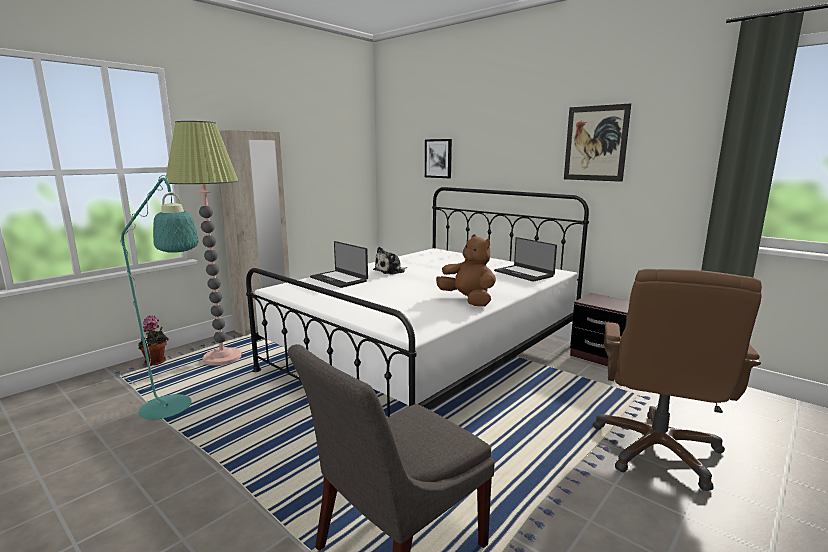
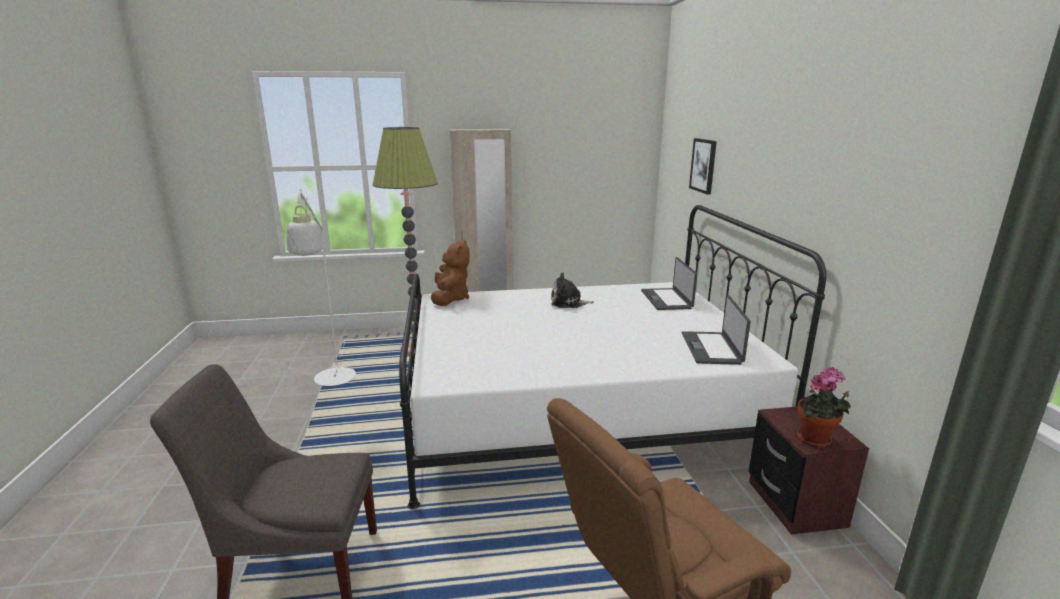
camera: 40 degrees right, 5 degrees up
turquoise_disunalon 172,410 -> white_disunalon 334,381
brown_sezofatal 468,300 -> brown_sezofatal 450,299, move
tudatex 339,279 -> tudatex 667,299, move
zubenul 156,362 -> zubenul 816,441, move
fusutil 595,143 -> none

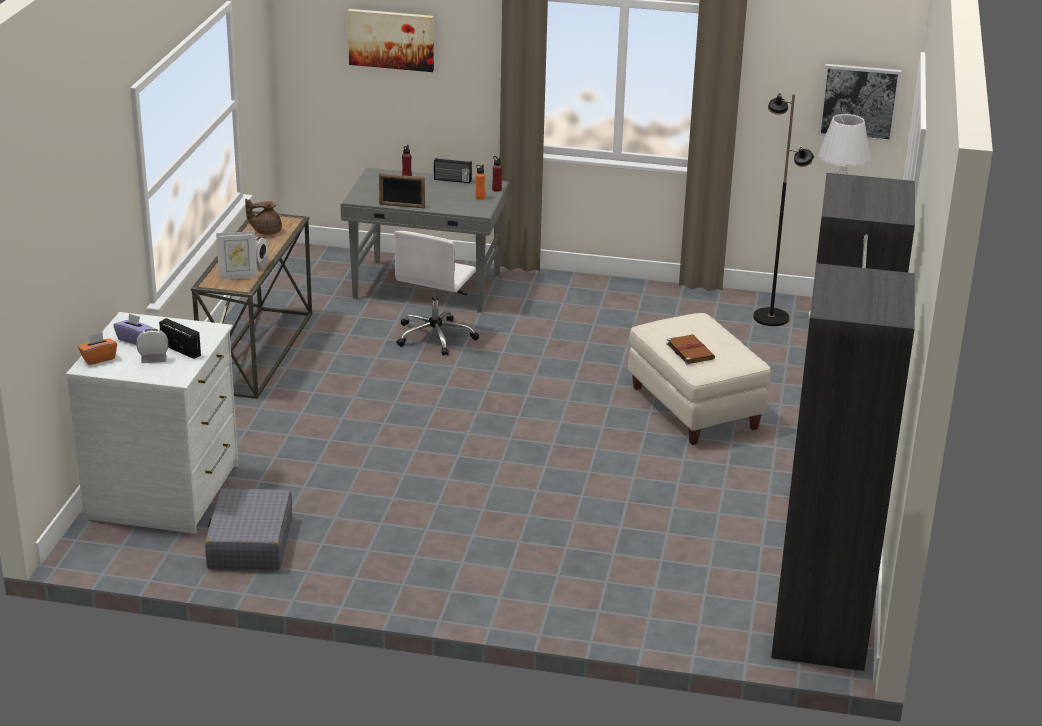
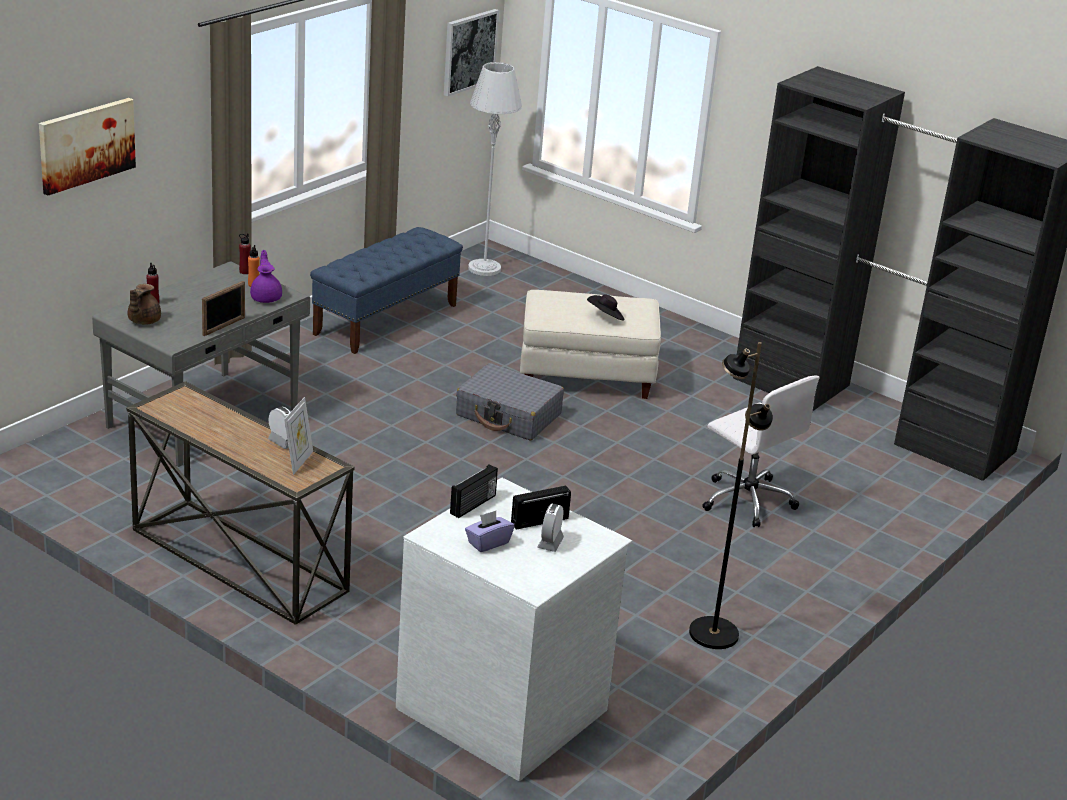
camera: 65 degrees left, 0 degrees up
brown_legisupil 266,231 -> brown_legisupil 143,321, move
none -> purple_legisupil 266,297
none -> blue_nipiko 386,319
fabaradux 452,180 -> fabaradux 474,505, move
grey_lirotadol 250,543 -> grey_lirotadol 508,415, move
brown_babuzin 689,351 -> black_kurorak 605,317
black_disunalon 771,317 -> black_disunalon 712,633, move
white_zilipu 436,336 -> white_zilipu 747,500, move
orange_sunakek 98,358 -> none

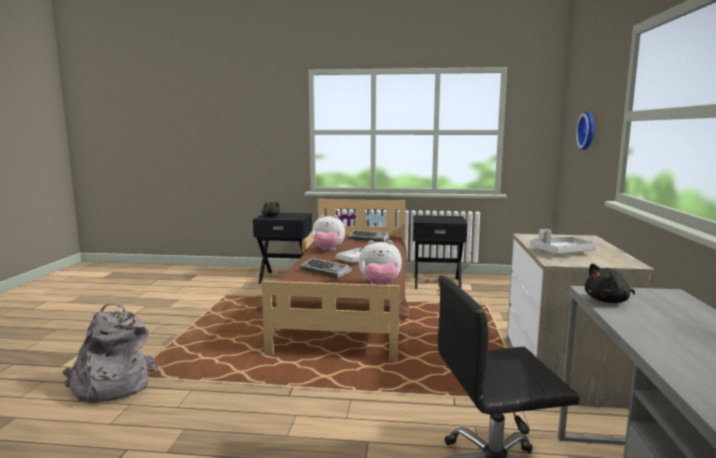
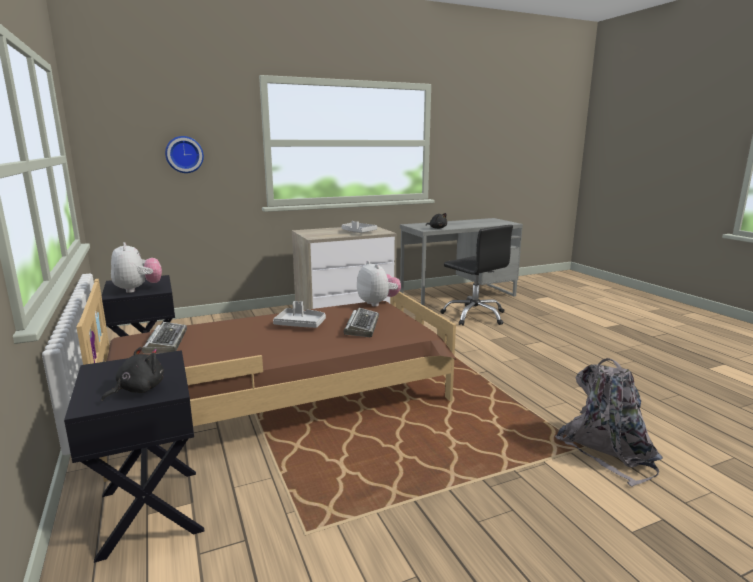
camera: 120 degrees left, 5 degrees up
sezofatal 328,250 -> sezofatal 138,289, move

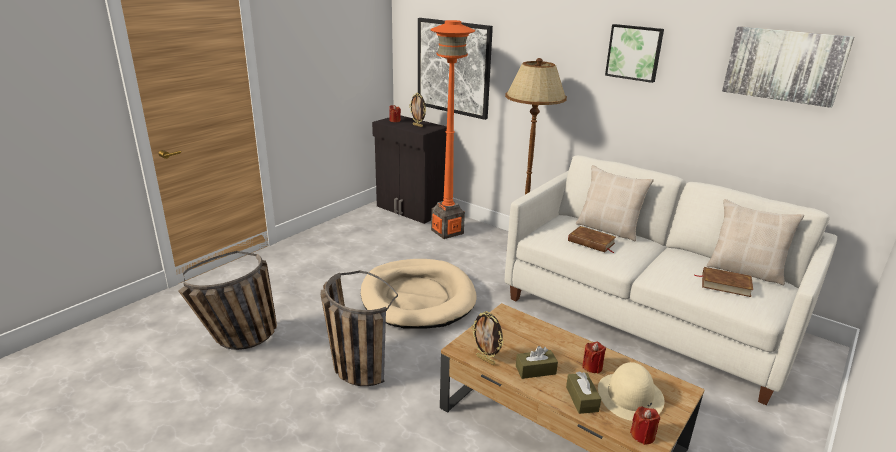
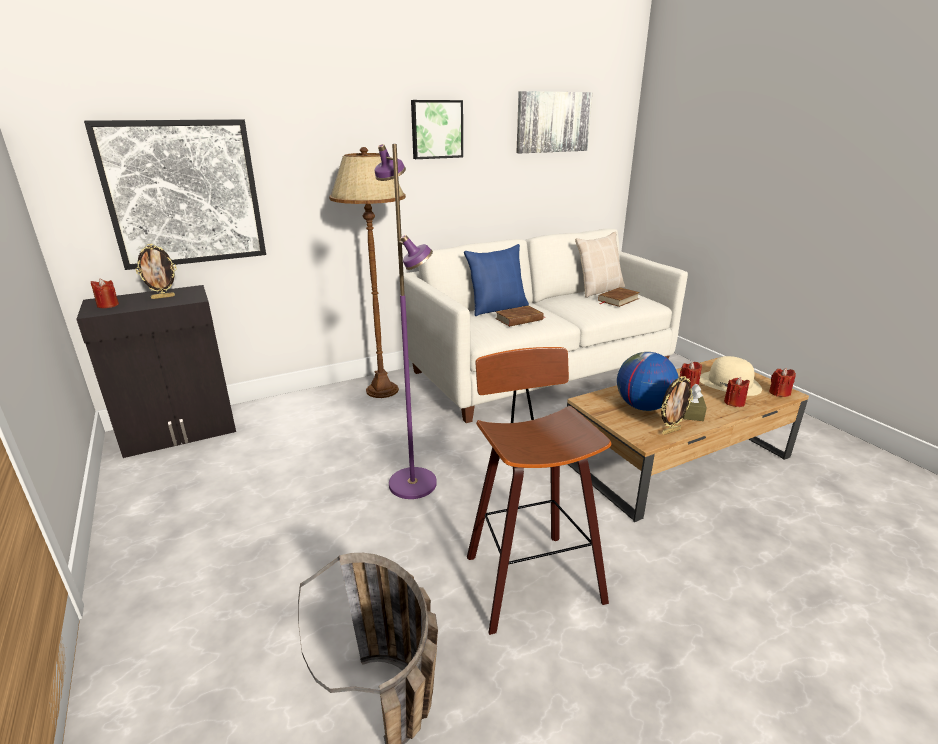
camera: 65 degrees left, 0 degrees up
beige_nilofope 417,297 -> purple_disunalon 413,483
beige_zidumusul 608,229 -> blue_zidumusul 497,308
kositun 352,364 -> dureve 528,576
none -> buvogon 642,407
brown_sunakek 582,399 -> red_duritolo 734,403
orange_disunalon 447,231 -> none

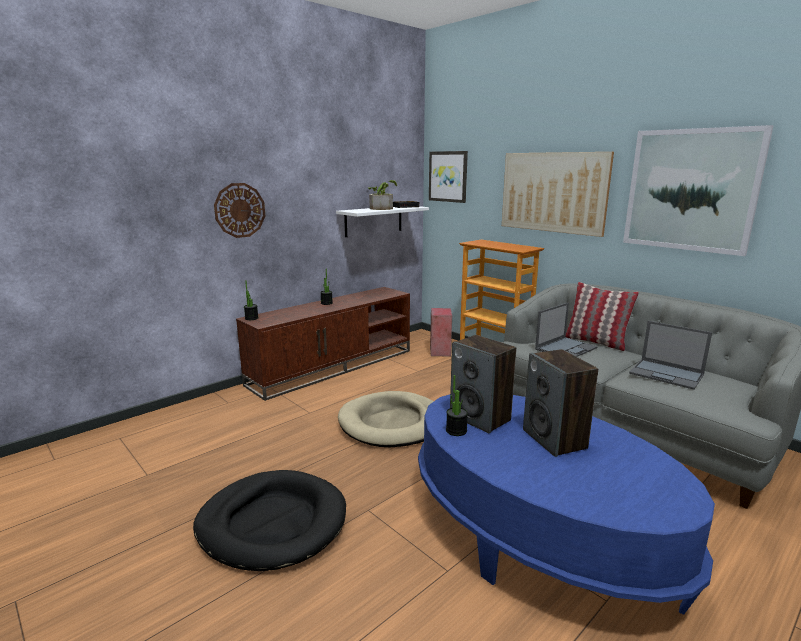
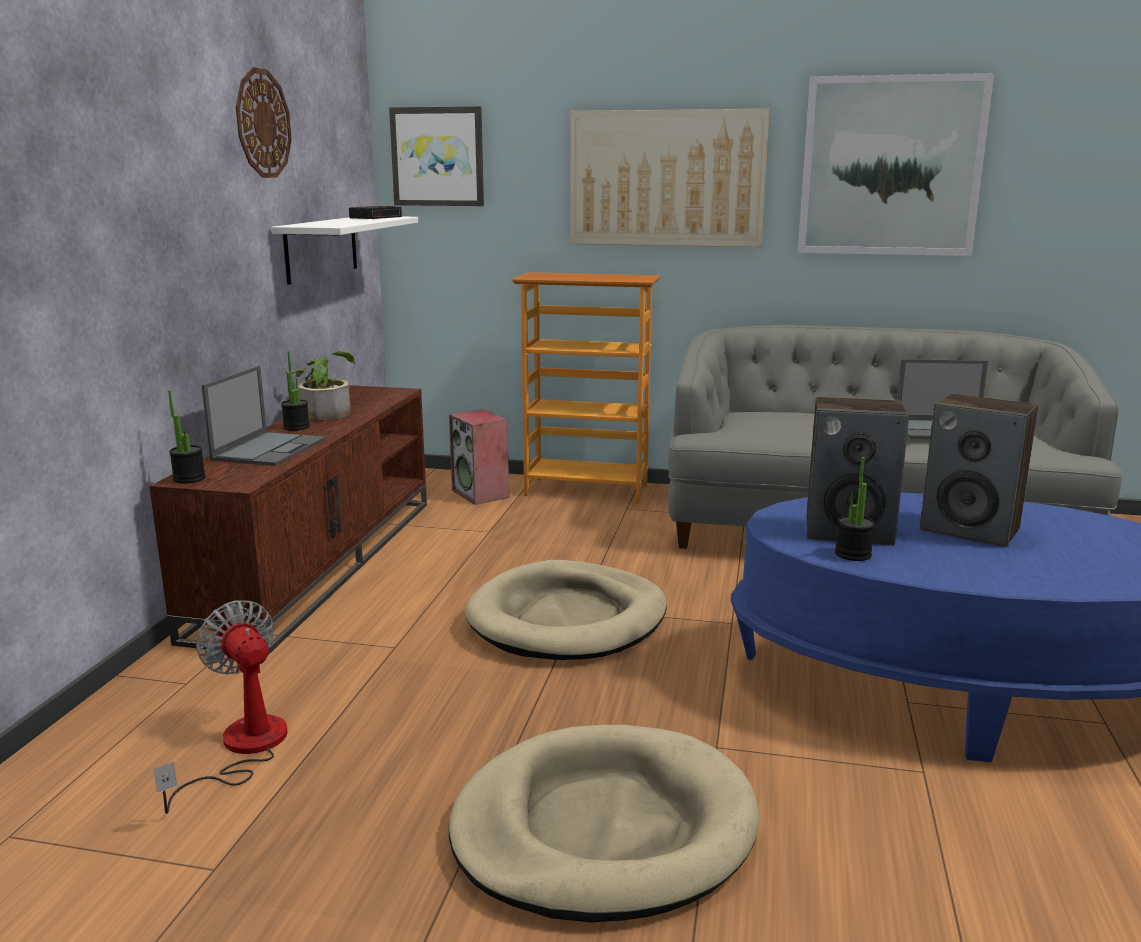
camera: 35 degrees left, 0 degrees up
none -> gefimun 242,749
tudatex 566,348 -> tudatex 269,449, move
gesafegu 240,210 -> gesafegu 262,124, move
zubenul 382,208 -> zubenul 325,412, move
black_nilofope 272,523 -> beige_nilofope 603,829
zidumusul 595,342 -> none

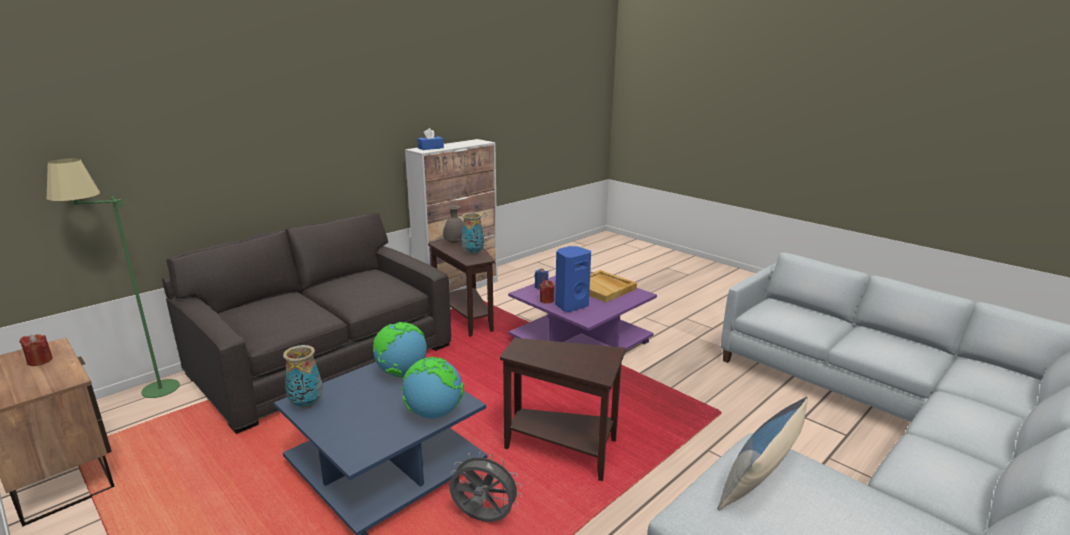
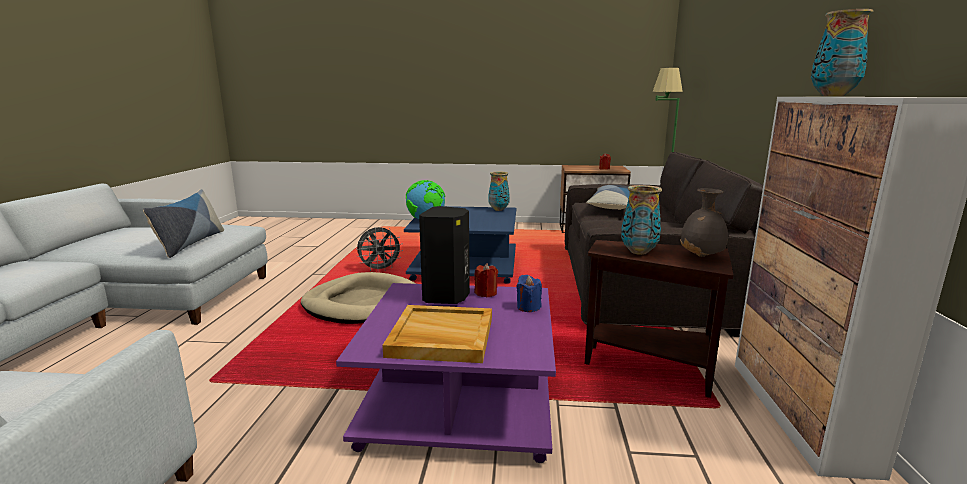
camera: 140 degrees right, 5 degrees down
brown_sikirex 564,450 -> beige_nilofope 362,303
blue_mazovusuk 570,305 -> black_mazovusuk 447,297
none -> zidumusul 612,205
blue_sunakek 430,148 -> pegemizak 832,96
buvogon 401,373 -> none

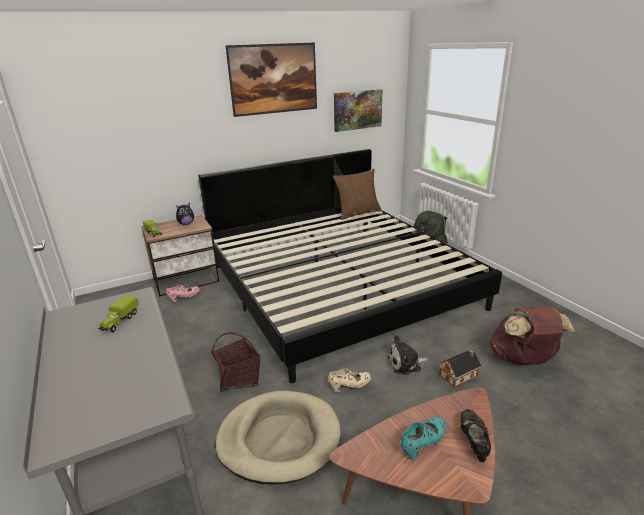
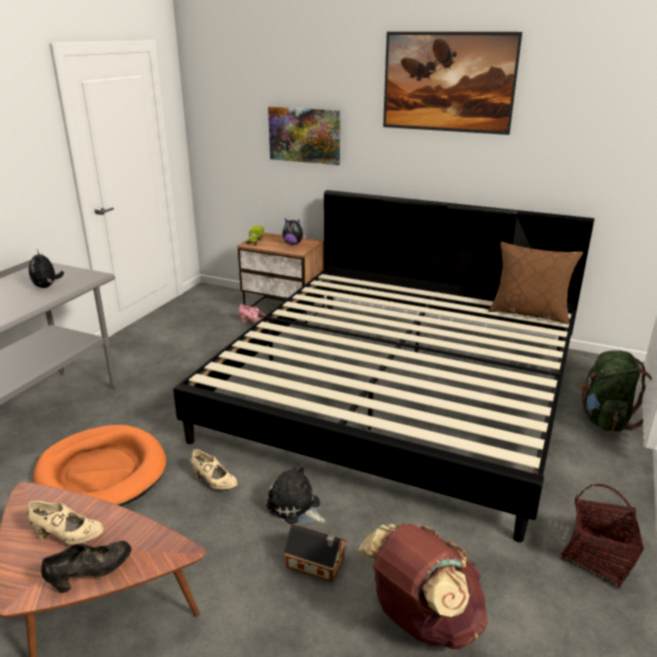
camera: 50 degrees right, 0 degrees up
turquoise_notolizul 423,444 -> beige_notolizul 68,536
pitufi 120,321 -> sezofatal 47,286
beige_nilofope 279,438 -> orange_nilofope 102,472
fusutil 357,110 -> fusutil 304,135, move
kositun 239,377 -> kositun 598,558, move

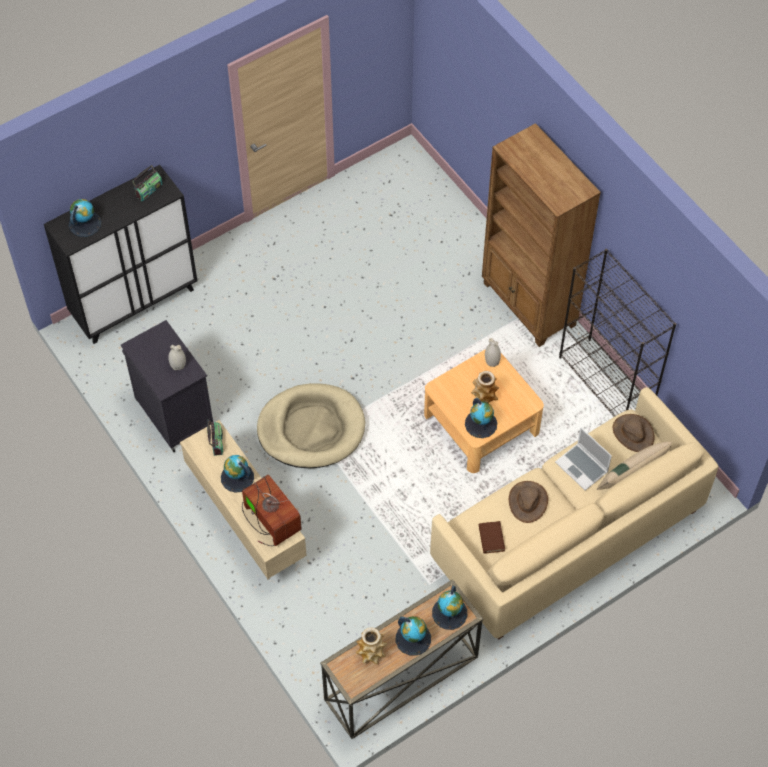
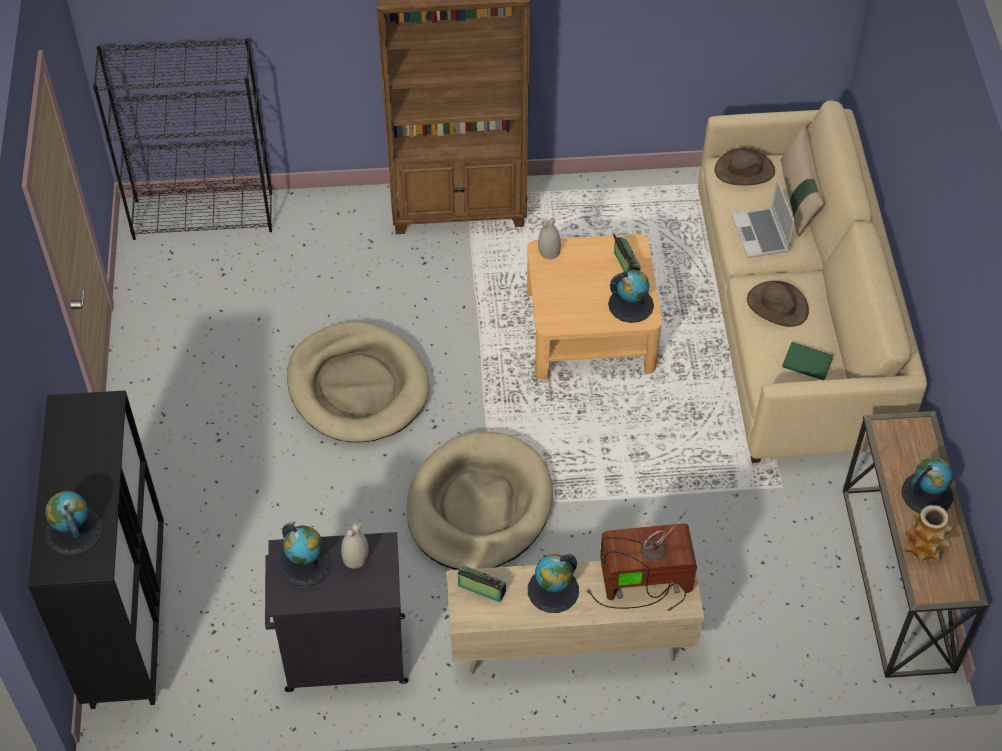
camera: 60 degrees left, 5 degrees down
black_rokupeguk 606,384 -> black_rokupeguk 204,215, move
buvogon 449,613 -> buvogon 306,563, move
none -> beige_nilofope 357,386
fabaradux 148,190 -> fabaradux 625,265, move
tudatex 582,467 -> tudatex 761,235, 90 degrees clockwise
brown_babuzin 491,538 -> green_babuzin 807,363
pegemizak 484,395 -> none

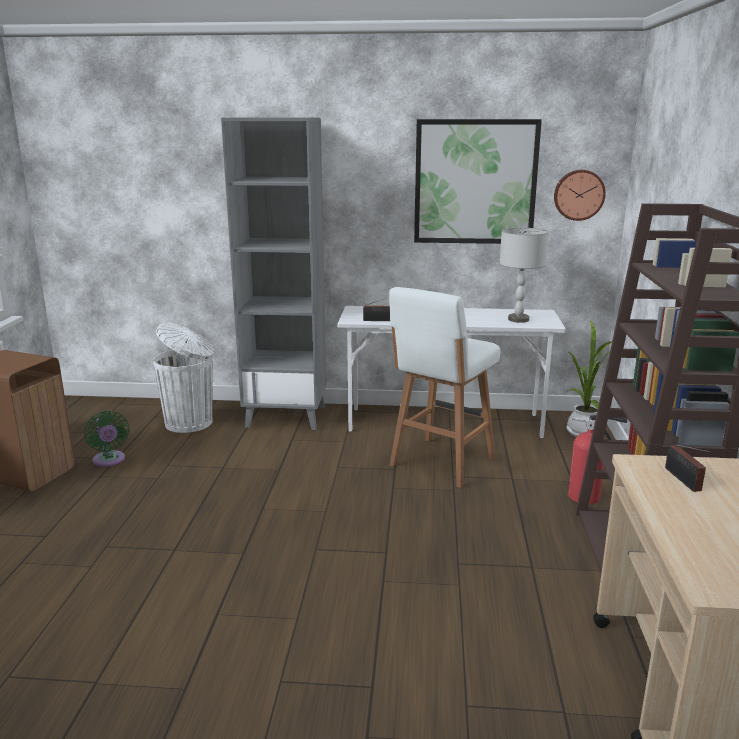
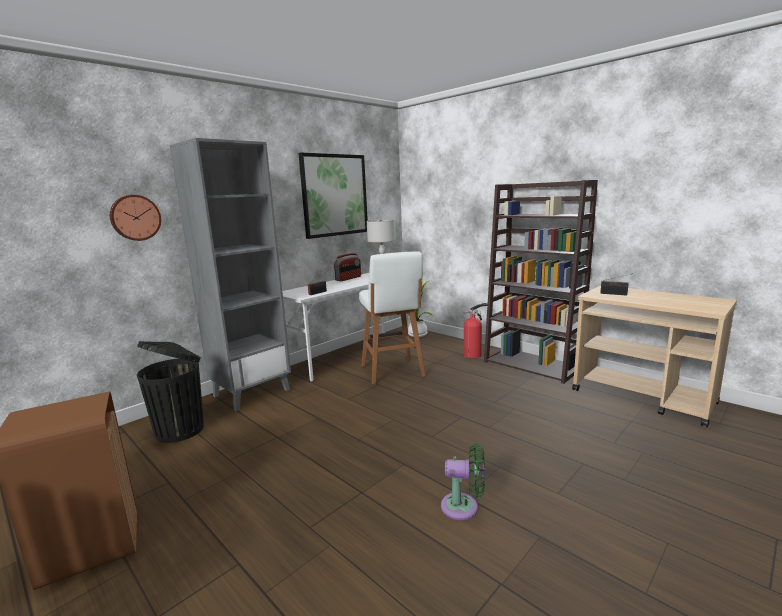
camera: 50 degrees left, 5 degrees down
gesafegu 578,195 -> gesafegu 135,217, move
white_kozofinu 190,423 -> black_kozofinu 181,429
none -> fabaradux 348,278
green_gefimun 109,461 -> green_gefimun 464,507, move

